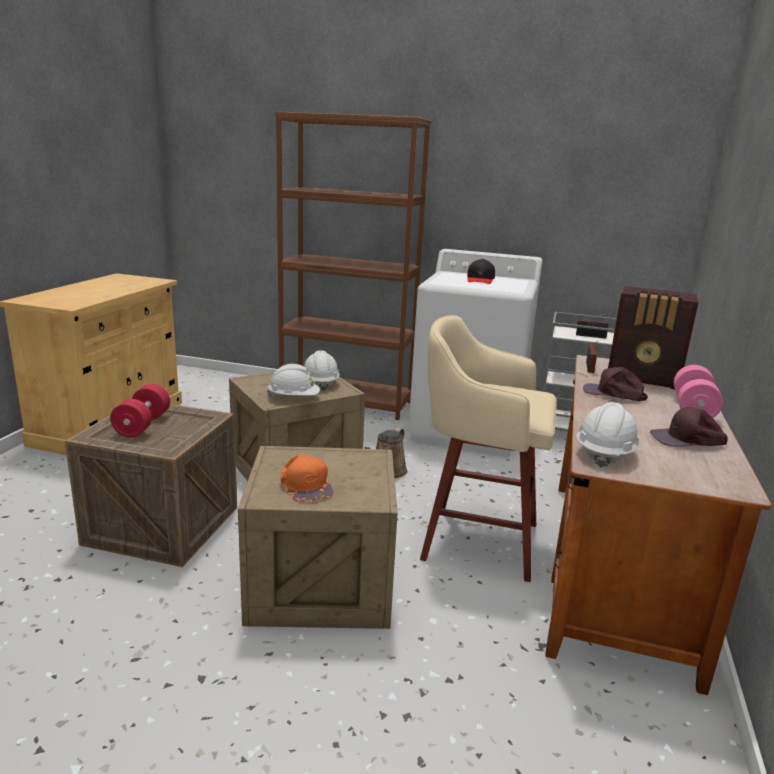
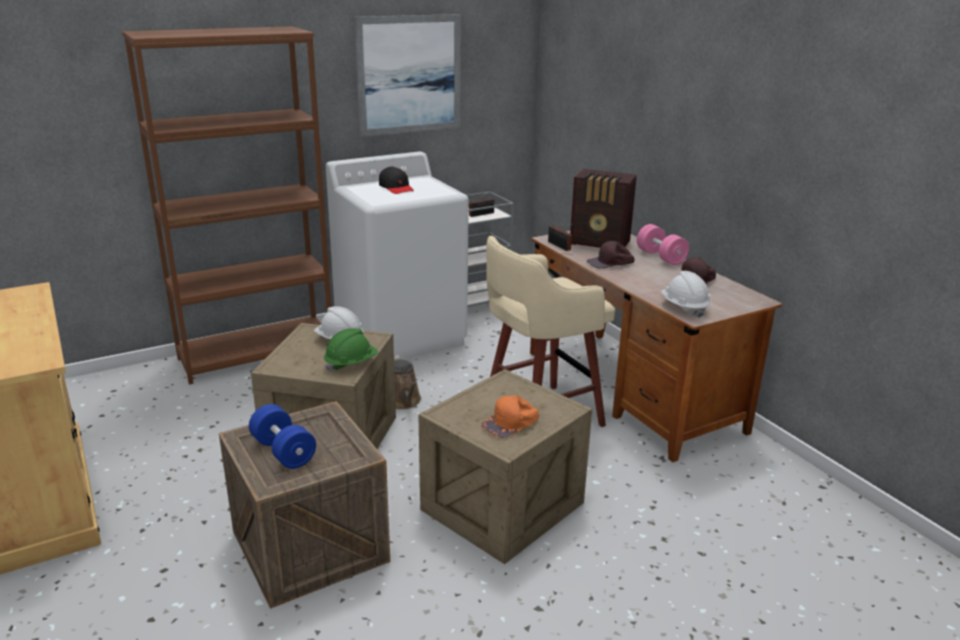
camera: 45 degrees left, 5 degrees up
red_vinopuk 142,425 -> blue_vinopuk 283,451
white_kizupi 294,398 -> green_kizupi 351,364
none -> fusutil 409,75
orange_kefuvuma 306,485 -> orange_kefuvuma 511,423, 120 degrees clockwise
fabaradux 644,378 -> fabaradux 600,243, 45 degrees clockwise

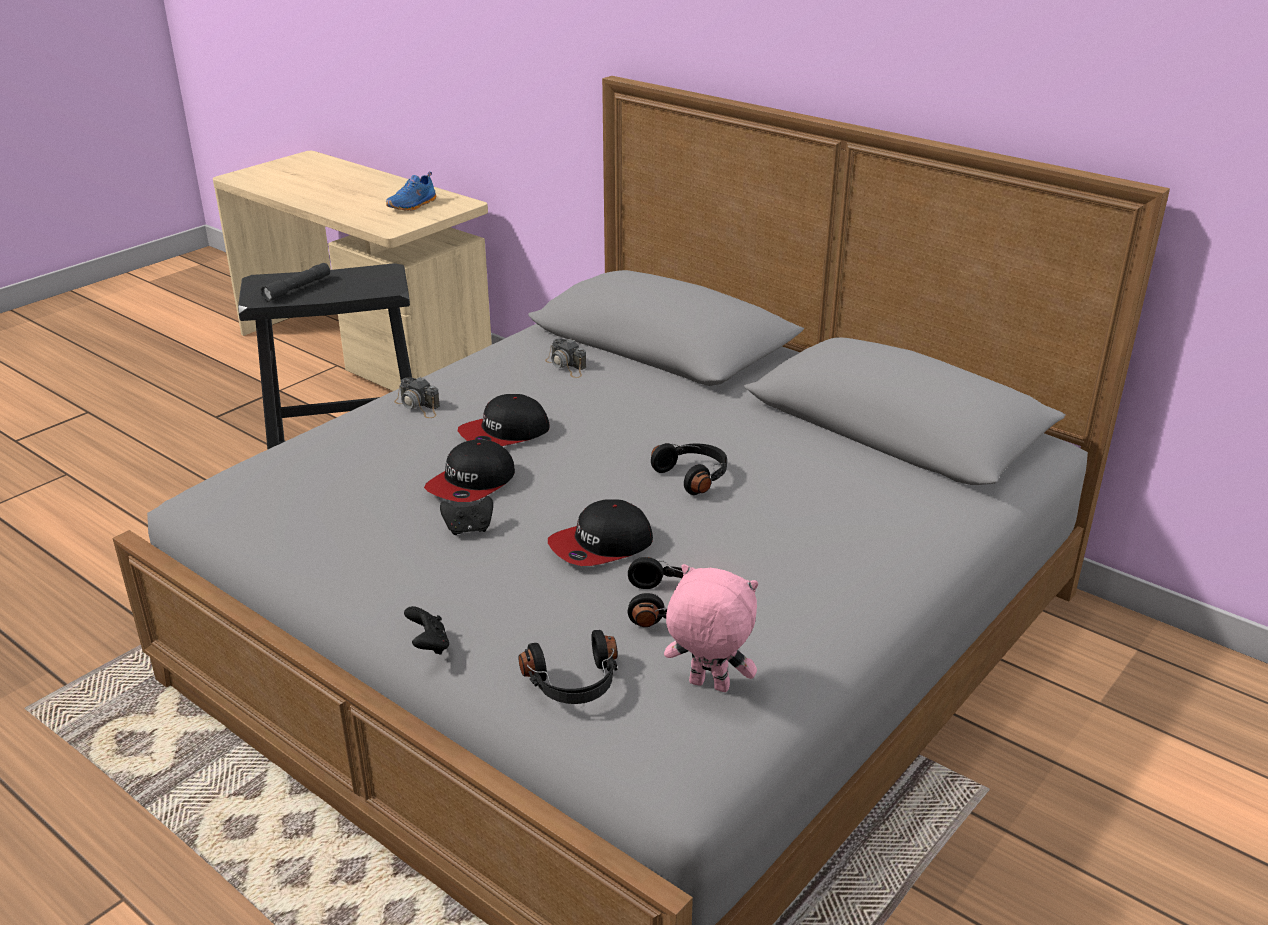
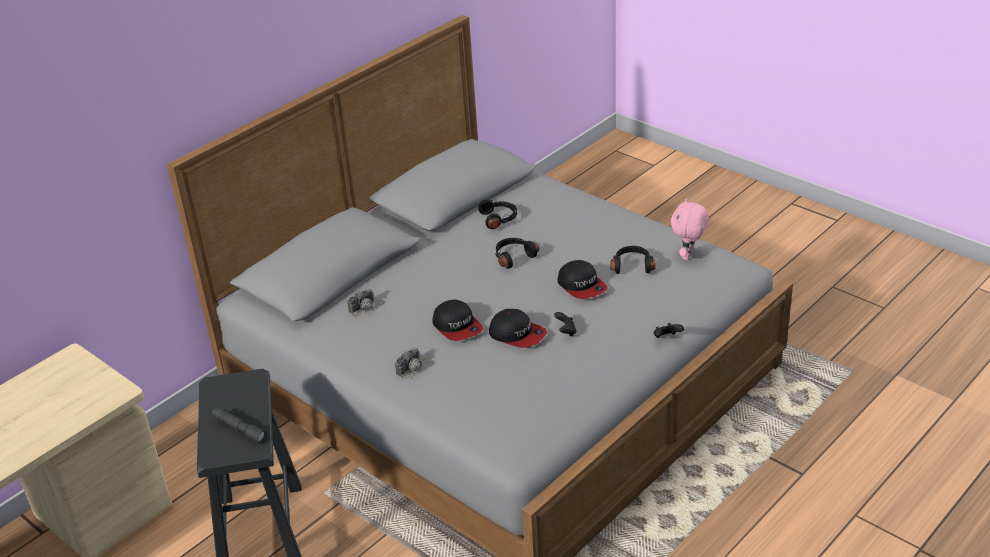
camera: 85 degrees left, 5 degrees up
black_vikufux 574,684 -> black_vikufux 499,219, move
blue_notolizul 413,205 -> none

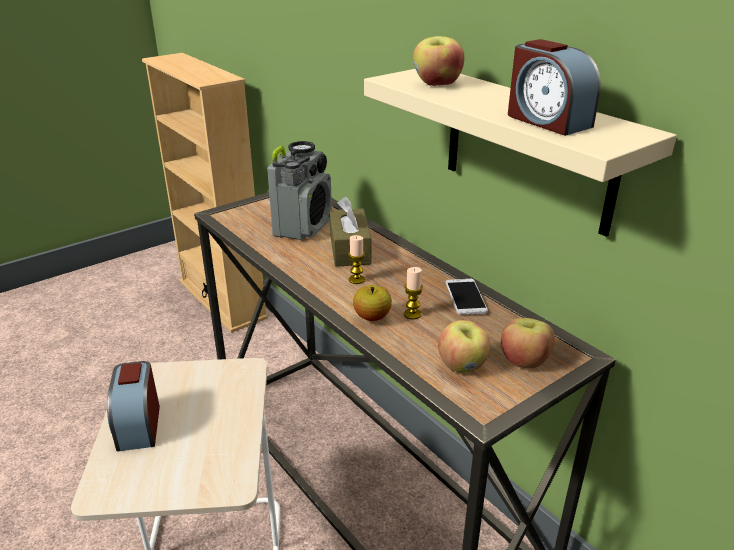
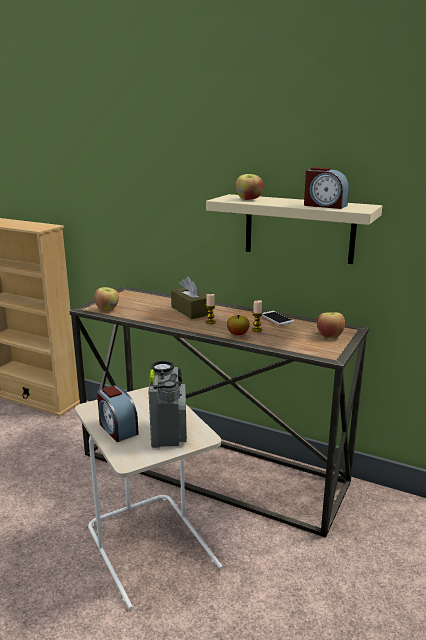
camera: 25 degrees left, 10 degrees down
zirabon 462,365 -> zirabon 107,309, move
fabaradux 303,227 -> fabaradux 169,433, move

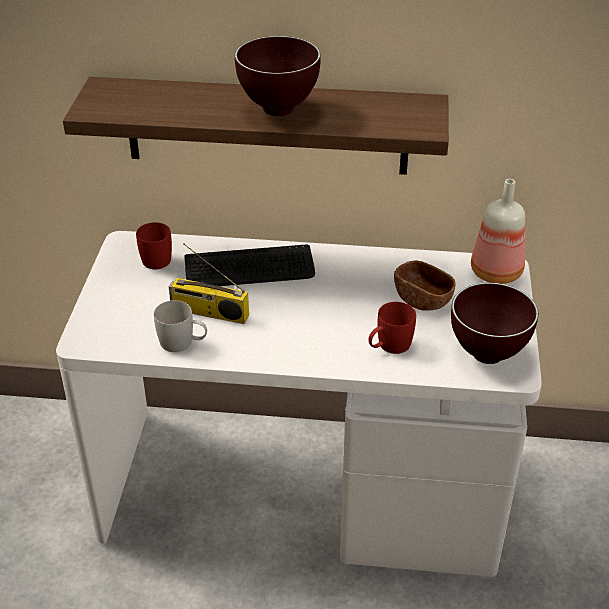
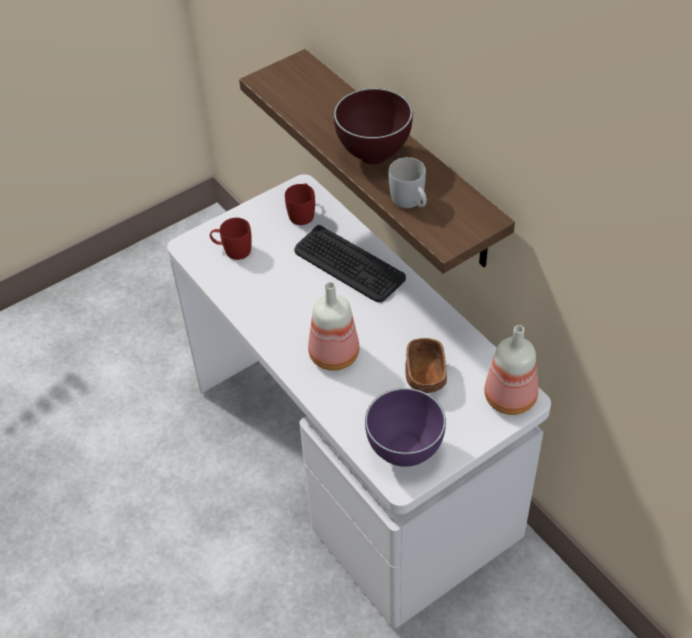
camera: 50 degrees right, 10 degrees up
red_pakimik 389,346 -> red_pakimik 232,250, move
none -> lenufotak 333,356
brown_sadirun 485,354 -> purple_sadirun 404,451
white_pakimik 183,343 -> white_pakimik 410,202, move
fabaradux 208,313 -> none

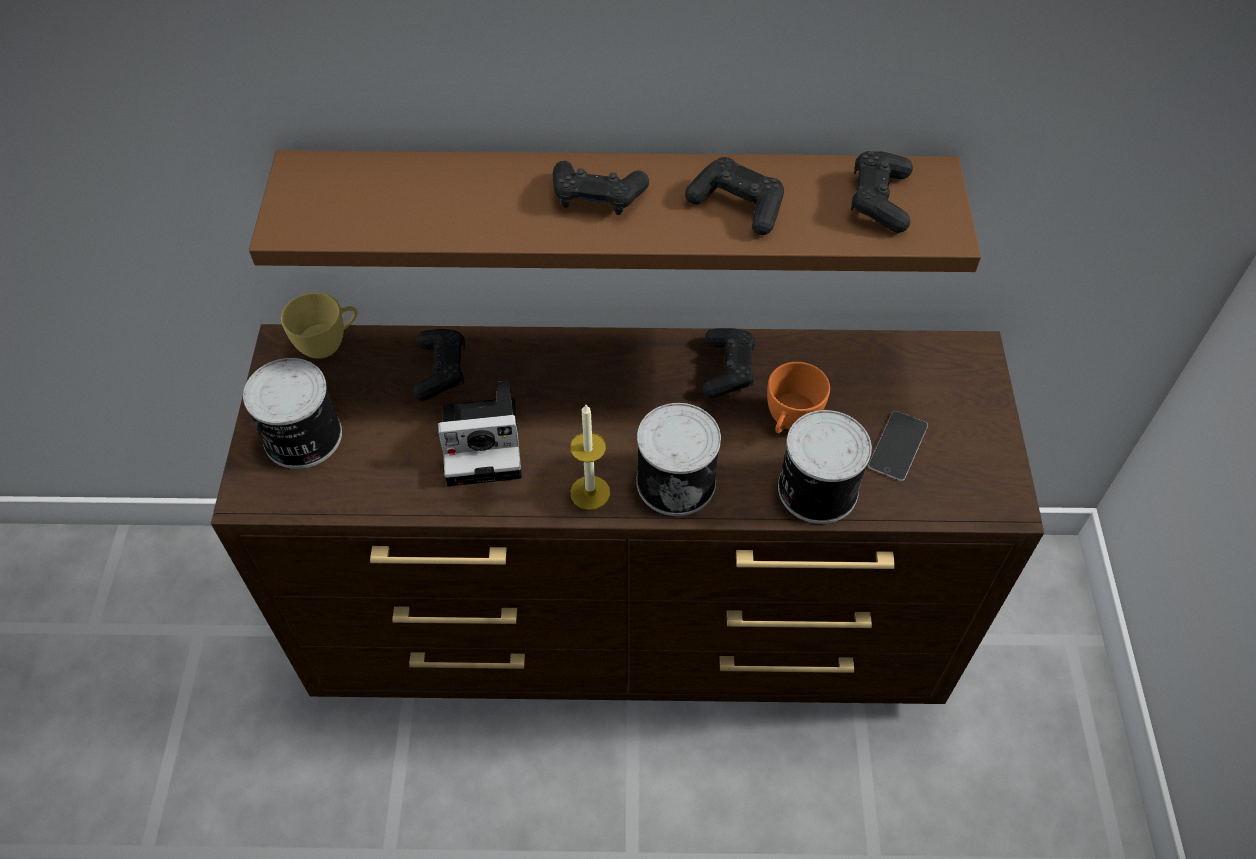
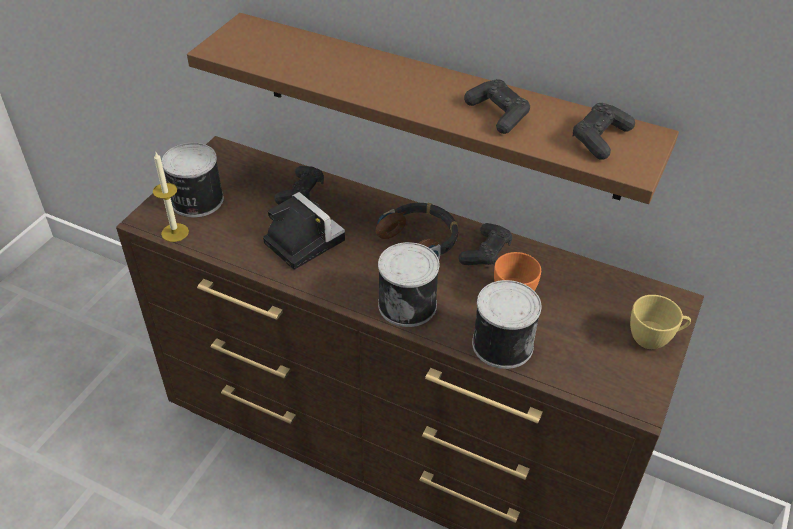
camera: 25 degrees right, 10 degrees down
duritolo 590,492 -> duritolo 175,232, move
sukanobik 486,442 -> sukanobik 301,240, 150 degrees counterclockwise
none -> vikufux 420,239
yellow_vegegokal 328,343 -> yellow_vegegokal 654,339, move
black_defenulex 597,197 -> none
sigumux 898,446 -> none

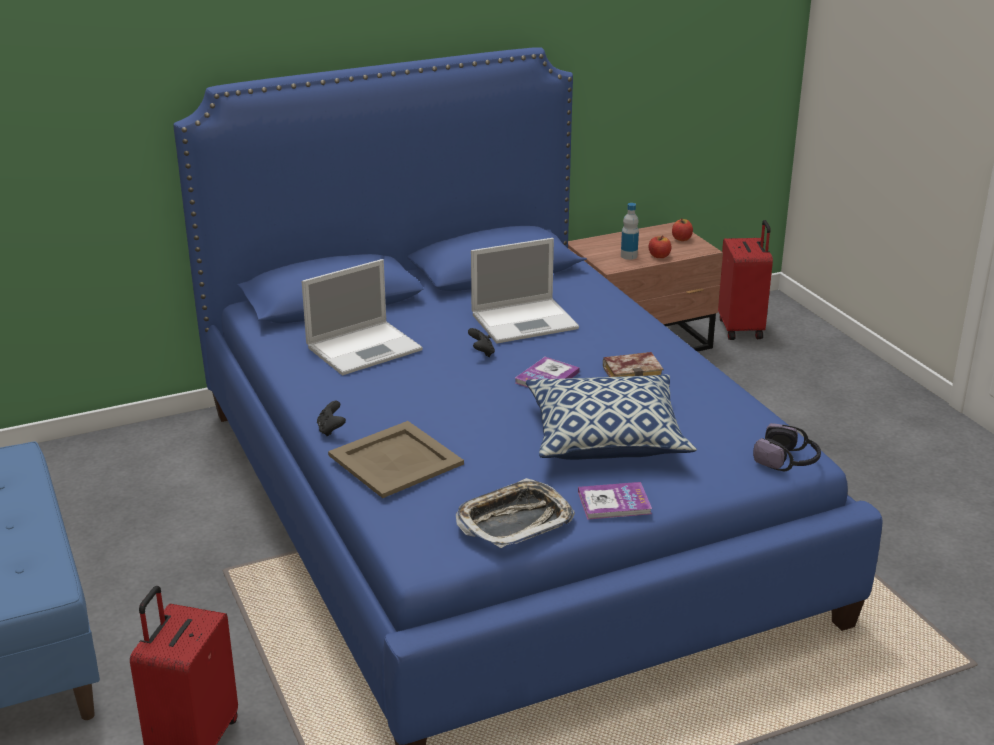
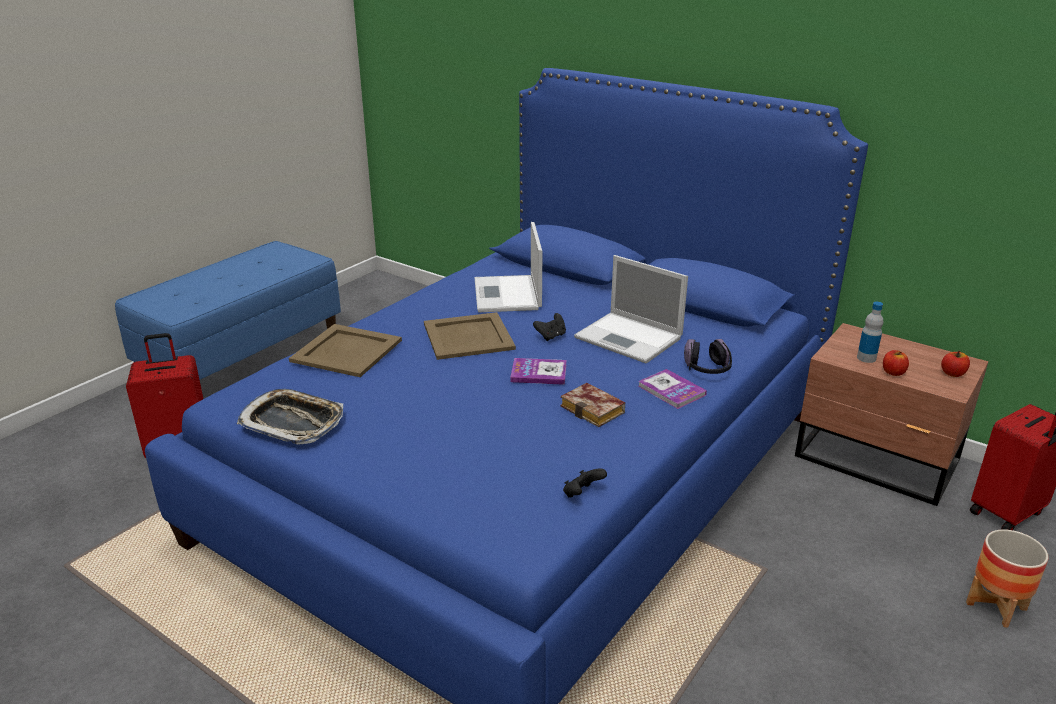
camera: 60 degrees right, 0 degrees up
none -> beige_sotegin 468,337
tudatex 365,348 -> tudatex 507,295, 60 degrees clockwise
black_defenulex 331,430 -> black_defenulex 582,494, move
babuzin 614,503 -> babuzin 671,390, move
vikufux 787,461 -> vikufux 707,369, move
none -> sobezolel 996,606
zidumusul 606,438 -> none

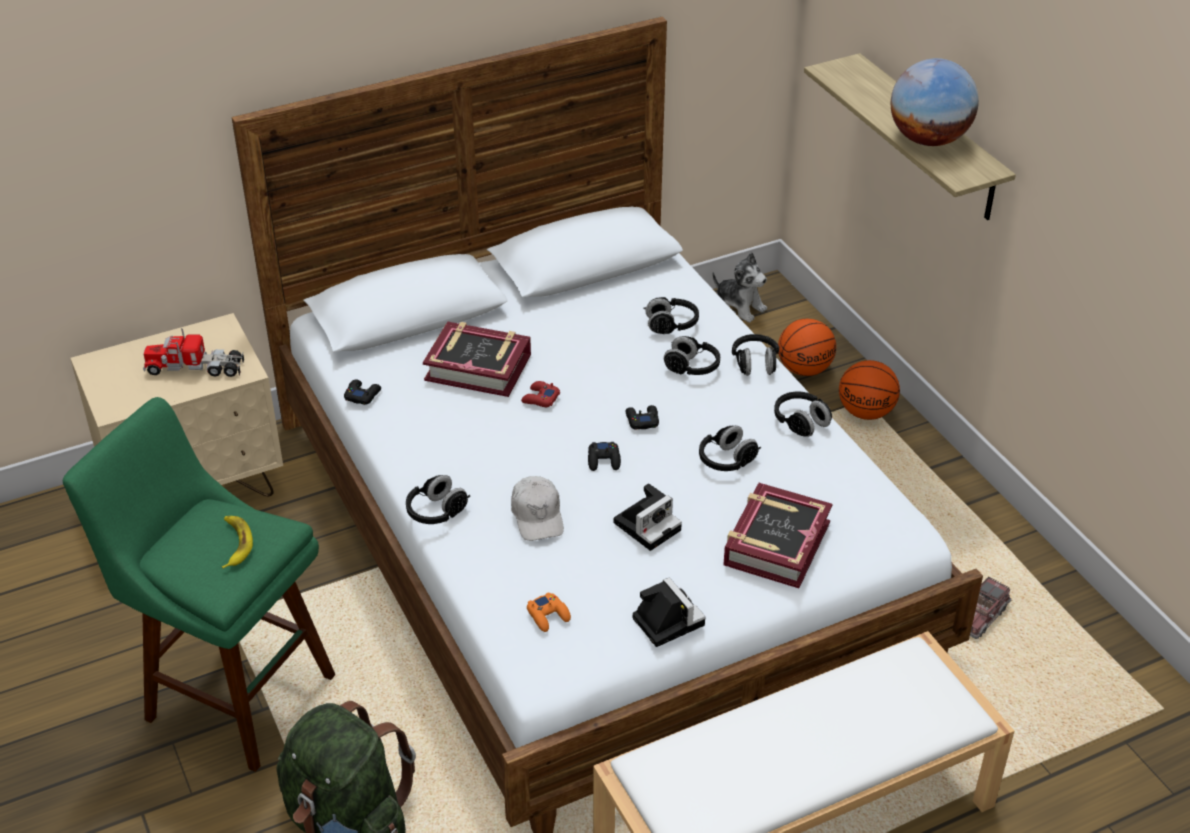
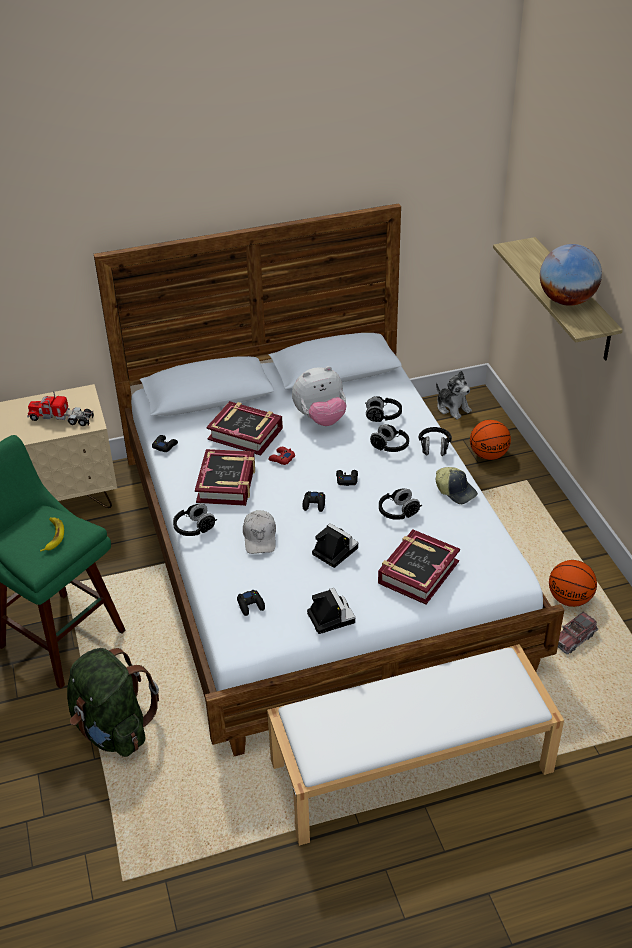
camera: 10 degrees right, 0 degrees up
none -> babuzin 227,483
orange_defenulex 548,615 -> black_defenulex 251,605
none -> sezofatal 320,418
sukanobik 648,524 -> sukanobik 333,550, 105 degrees counterclockwise
black_vikufux 800,422 -> kefuvuma 456,491
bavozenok 866,412 -> bavozenok 570,599, move

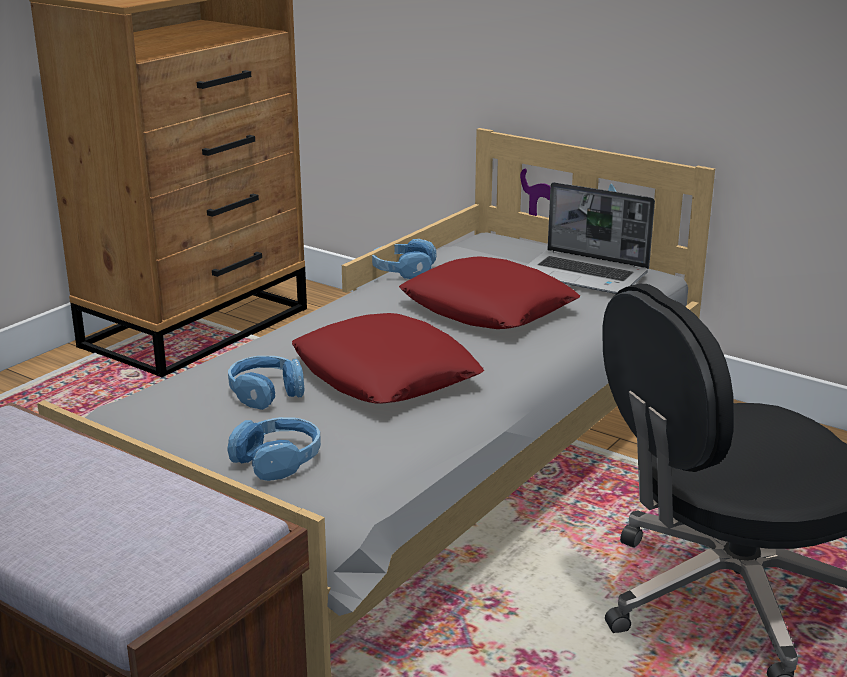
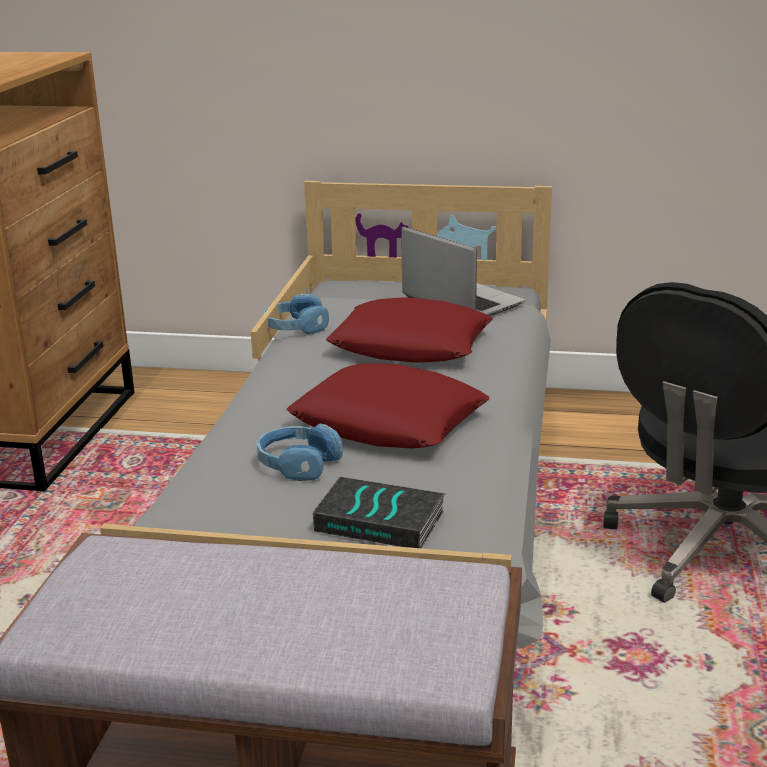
camera: 25 degrees left, 0 degrees up
blue_vikufux 278,460 -> babuzin 381,520
tudatex 585,275 -> tudatex 460,301, 135 degrees counterclockwise

